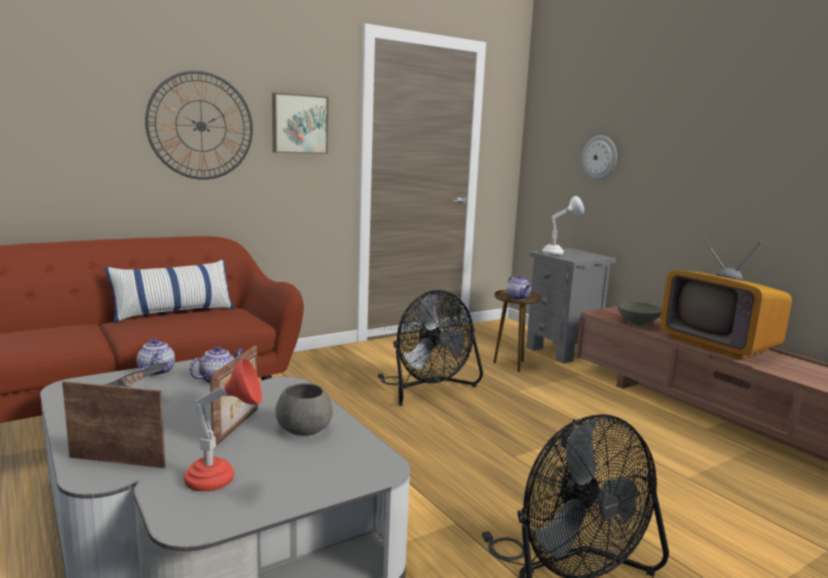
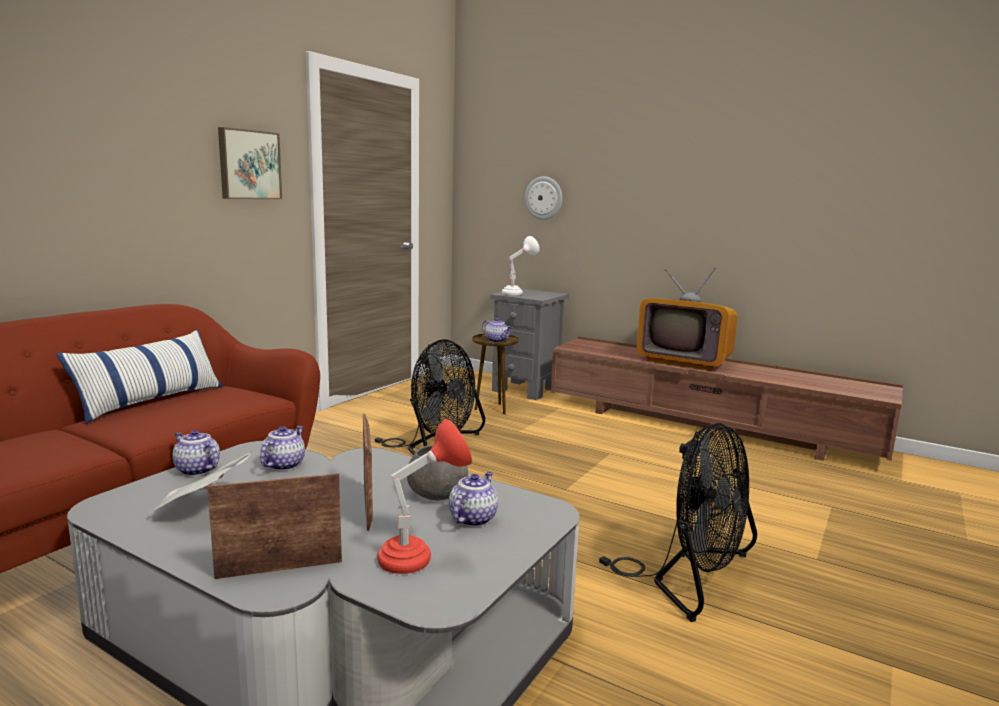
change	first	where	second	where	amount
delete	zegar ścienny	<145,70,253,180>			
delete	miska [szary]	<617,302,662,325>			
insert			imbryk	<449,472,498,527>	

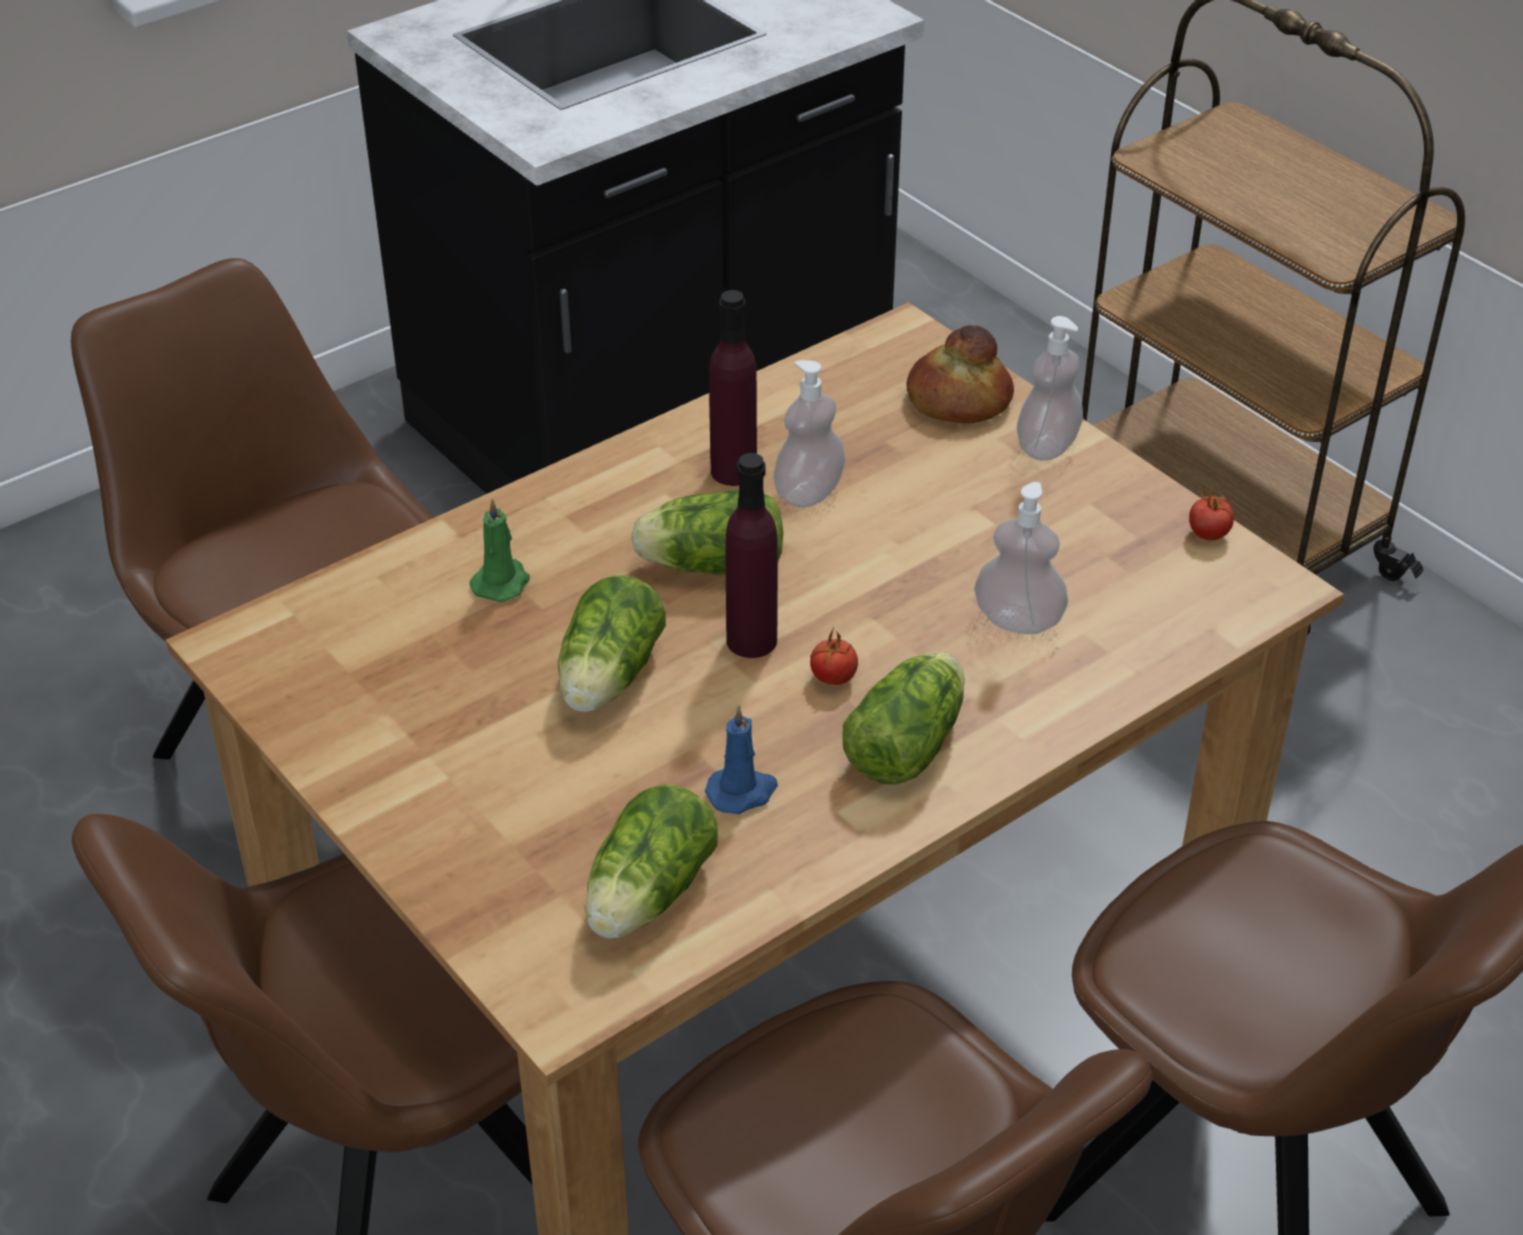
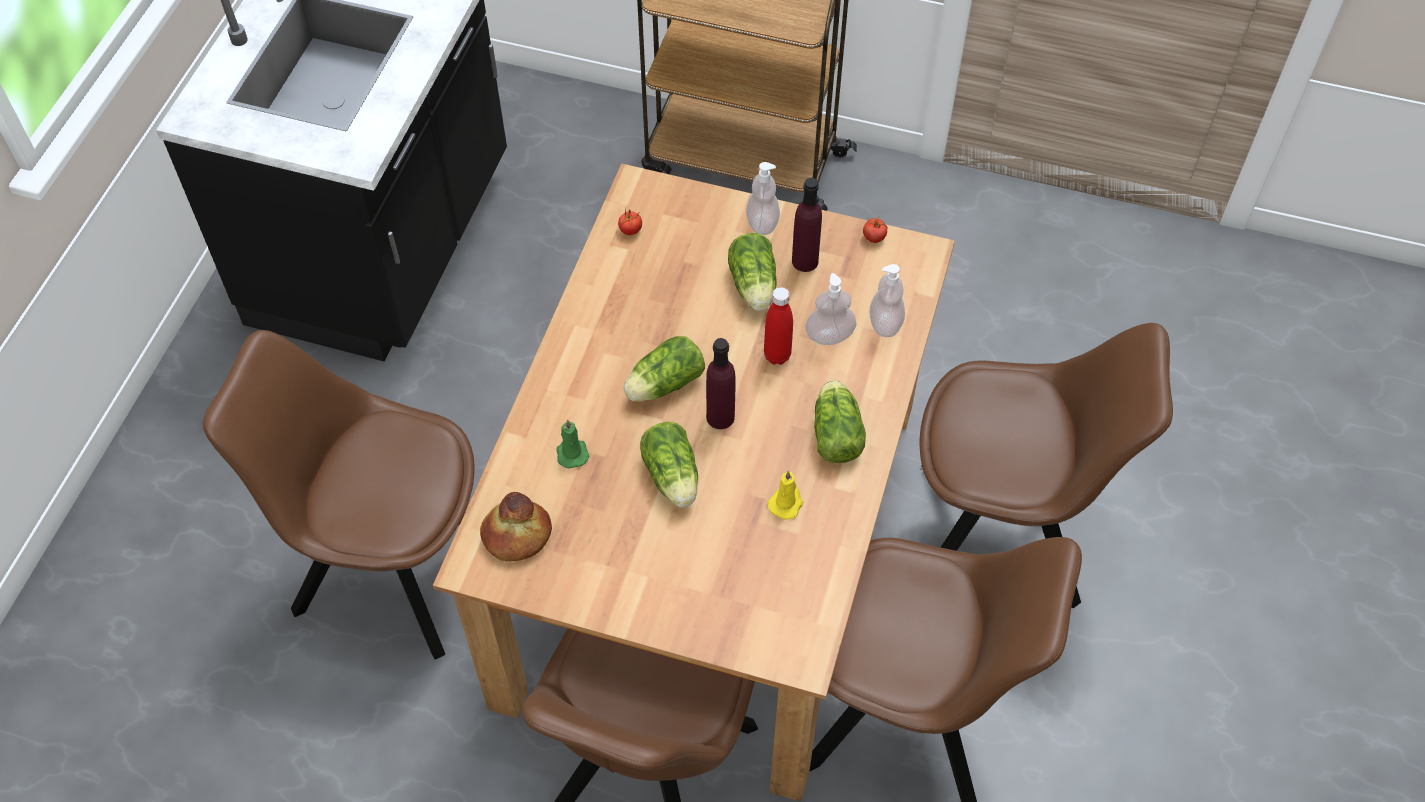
change	first	where	second	where	amount
insert			butelka [czerwony]	<764,287,793,365>	
move	sałata	<585,784,718,939>		<728,233,777,311>	
move	butelka [fioletowy]	<709,290,757,486>		<792,178,822,272>	
move	dozownik mydła	<773,360,845,508>		<870,264,905,337>	
move	pomidor	<810,627,858,685>		<618,209,642,235>	
move	chleb	<906,325,1014,424>		<480,492,552,562>	
recolor	świeca [niebieski]	<705,705,778,814>	świeca [żółty]	<768,471,803,520>	

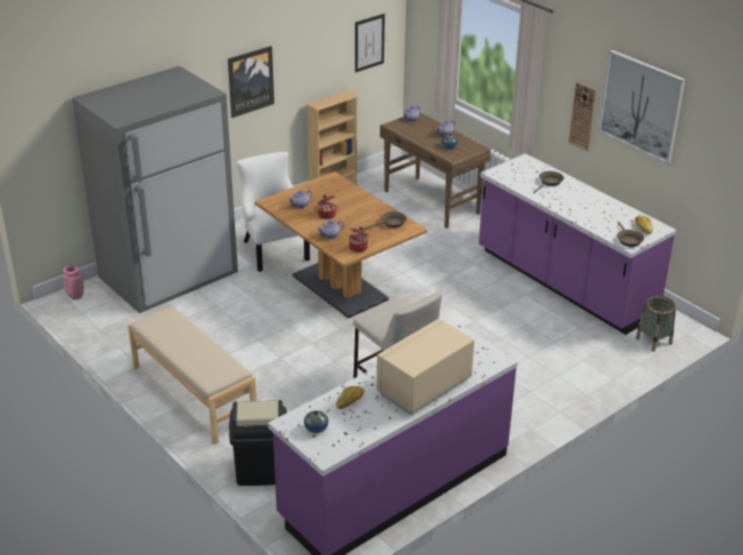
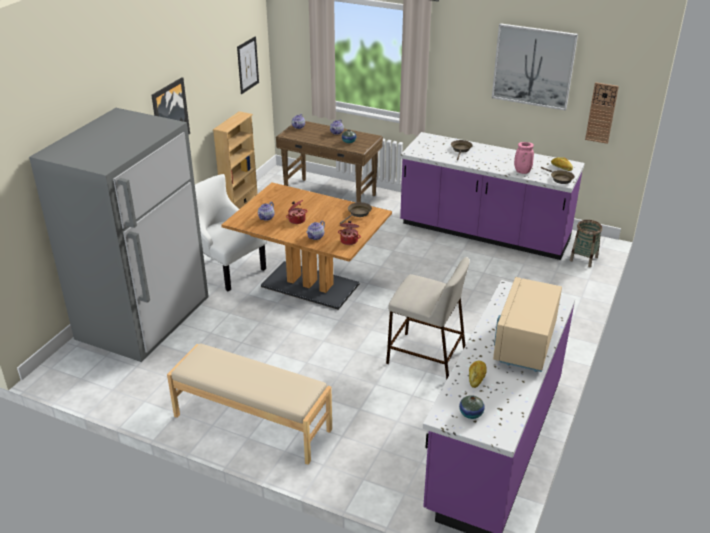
change	first	where	second	where	amount
delete	kosz na śmieci [czarny]	<229,400,287,486>			
move	wazon [różowy]	<63,265,84,300>		<514,142,534,174>	
move	zegar ścienny	<569,81,597,151>		<585,82,619,144>	

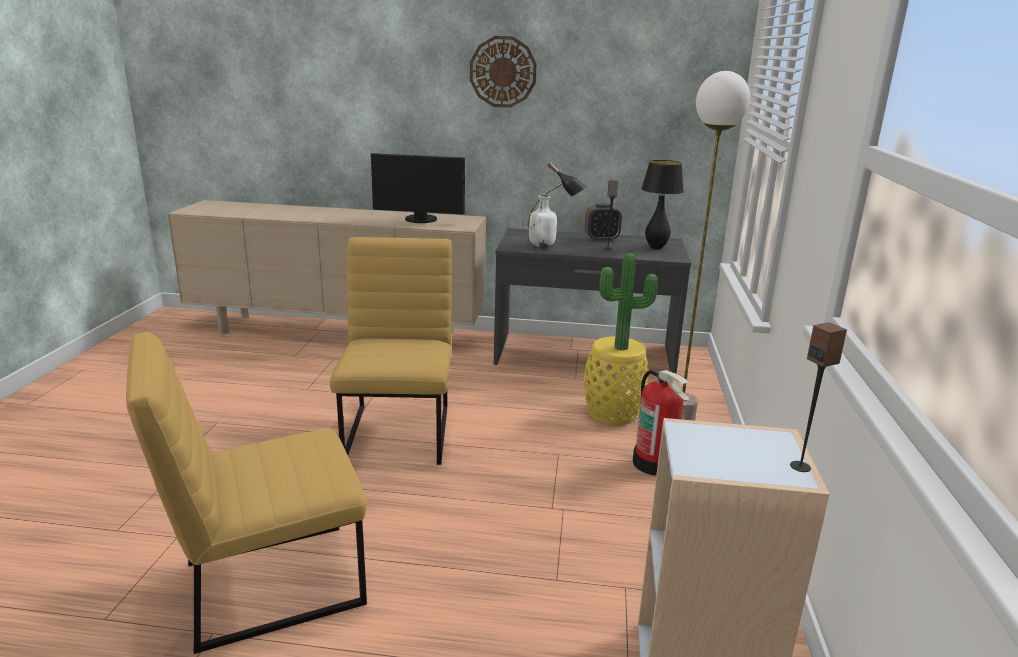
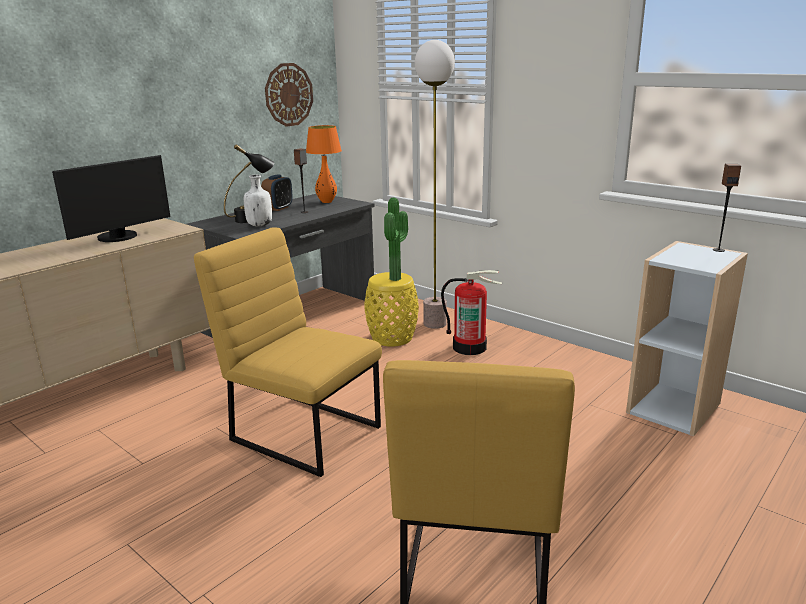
change	first	where	second	where	amount
move	zegar ścienny	<470,36,537,108>		<265,63,313,127>	
recolor	lampa stołowa [czarny]	<642,160,684,249>	lampa stołowa [pomarańczowy]	<306,125,342,203>	

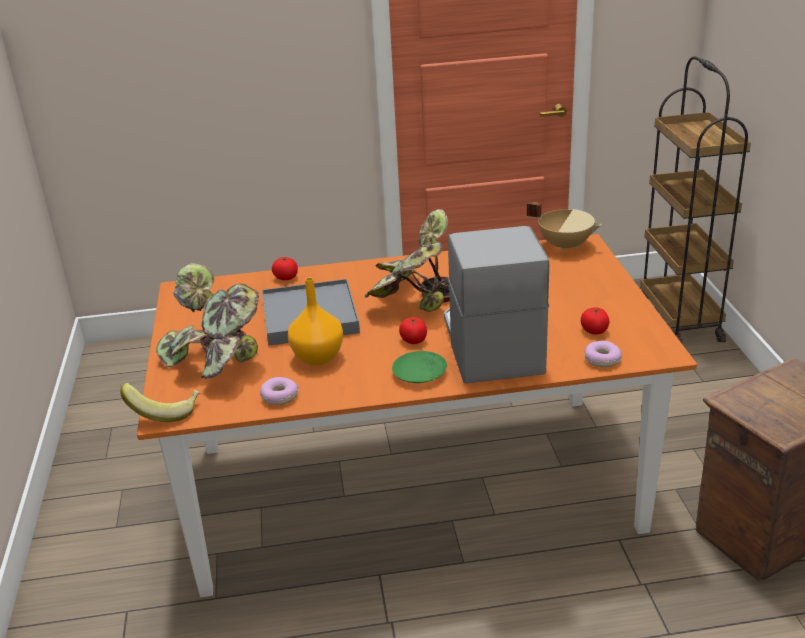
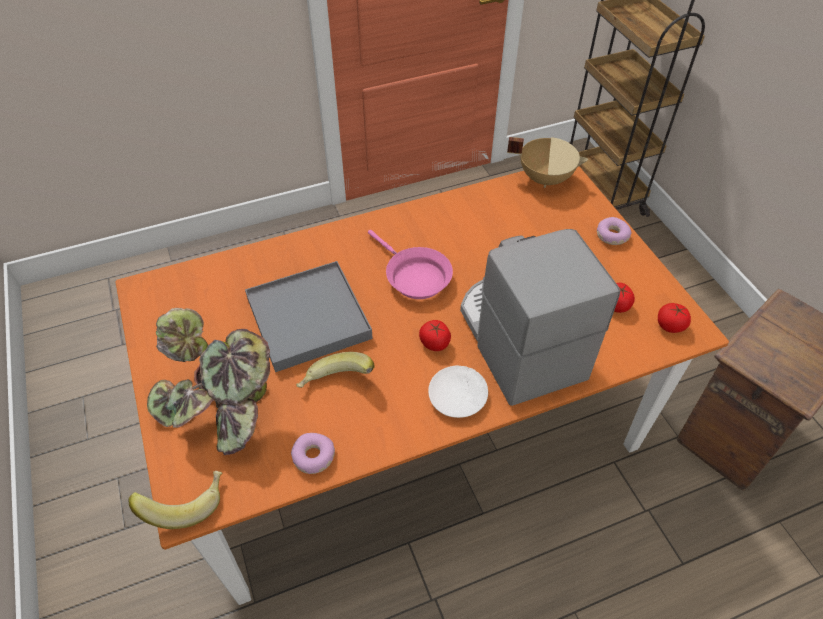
change	first	where	second	where	amount
move	pomidor	<272,257,298,280>		<658,303,691,333>	
move	donut	<585,341,622,367>		<597,217,632,245>	
replace	wazon [pomarańczowy]	<288,277,343,366>	banan	<296,352,375,388>	
replace	roślina doniczkowa	<365,209,450,312>	patelnia [różowy]	<368,230,453,299>	
recolor	talerz [zielony]	<392,351,447,383>	talerz [biały]	<428,365,488,418>	

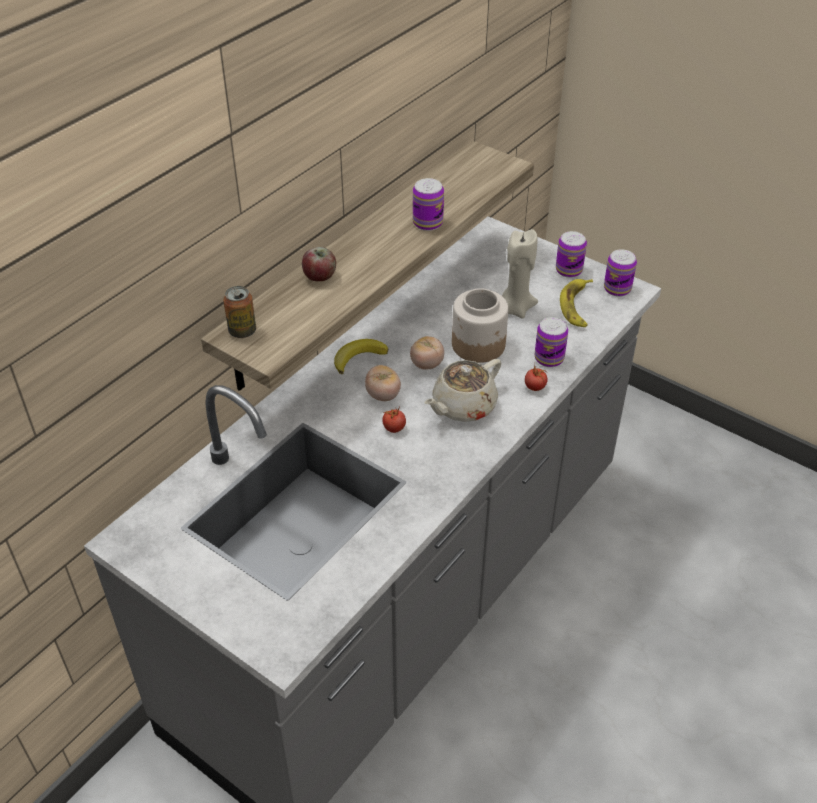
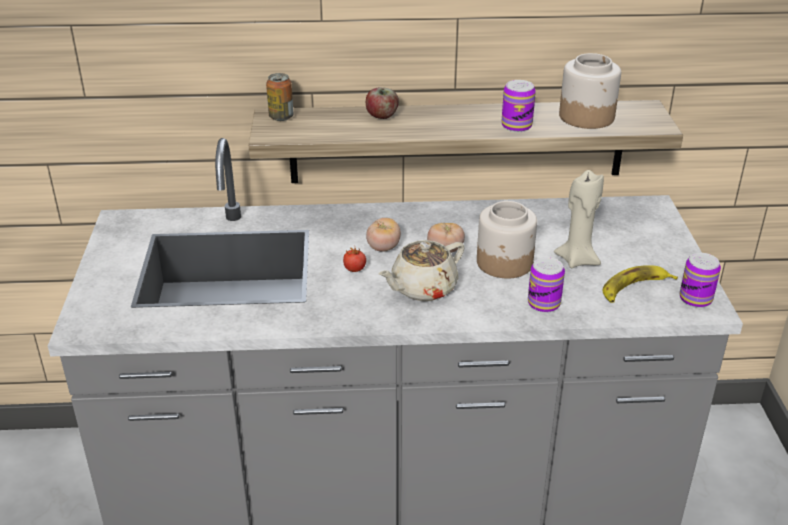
change	first	where	second	where	amount
delete	banan	<334,339,388,374>			
delete	pomidor	<525,364,548,391>			
delete	puszka	<556,231,587,278>			
insert			słoik	<559,53,621,129>	
rotate	imbryk [beżowy]	<424,359,502,422>		<379,240,465,301>	45 degrees counterclockwise

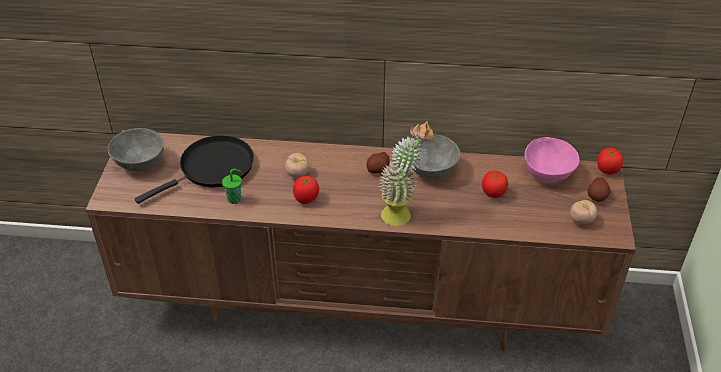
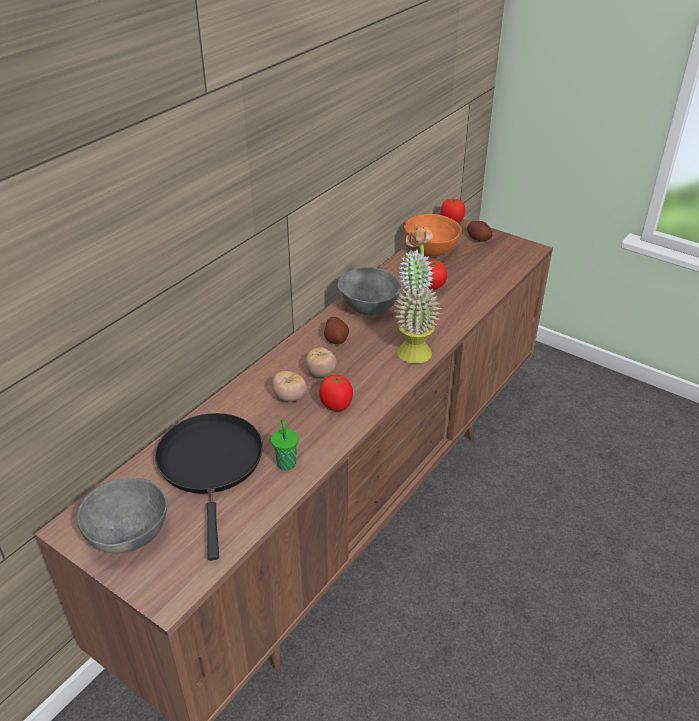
change	first	where	second	where	amount
move	pomidor	<570,200,597,225>		<306,347,337,377>	
recolor	miska [różowy]	<524,137,579,183>	miska [pomarańczowy]	<404,214,461,256>	

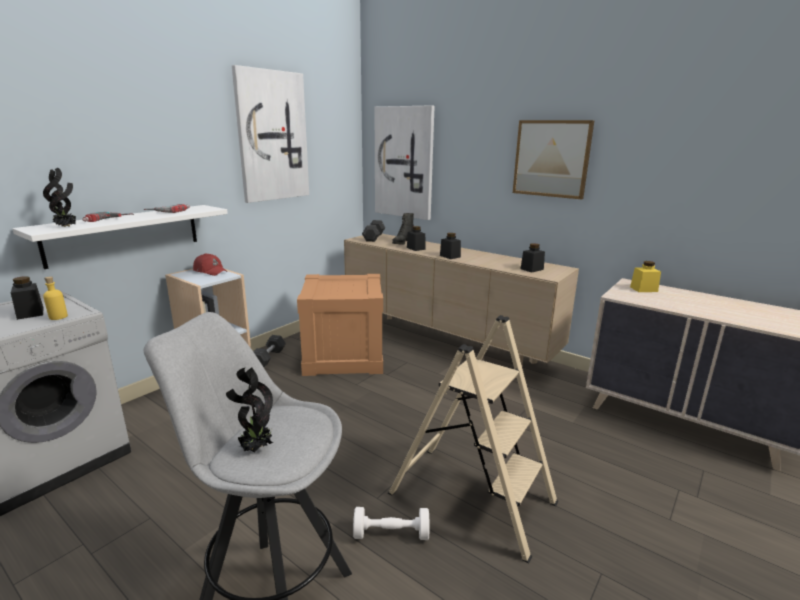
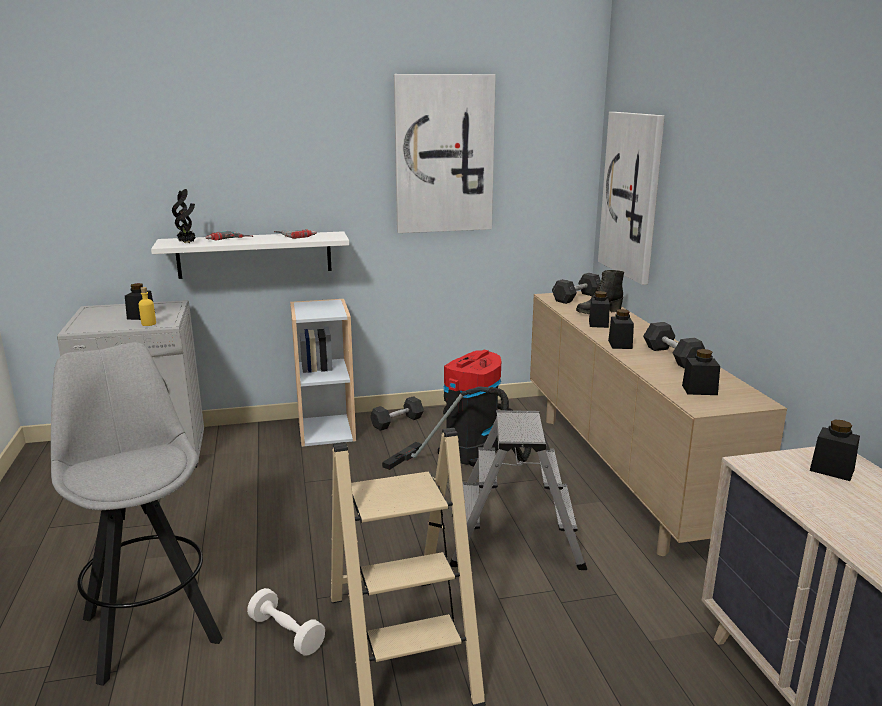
change	first	where	second	where	amount
delete	czapka z daszkiem [czerwony]	<193,253,227,276>			
delete	roślina doniczkowa	<226,367,273,452>			
delete	obraz	<513,120,595,200>			
insert			drabinka [szary]	<449,410,587,570>	
insert			hantel [szary]	<643,322,705,369>	
replace	skrzynka	<297,274,383,376>	odkurzacz	<382,349,531,470>	
recolor	słoik [żółty]	<630,261,661,292>	słoik [czarny]	<810,420,860,481>	

